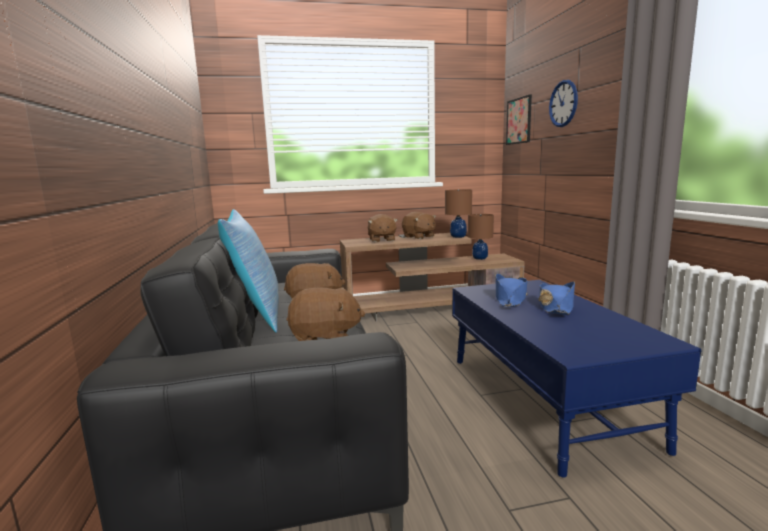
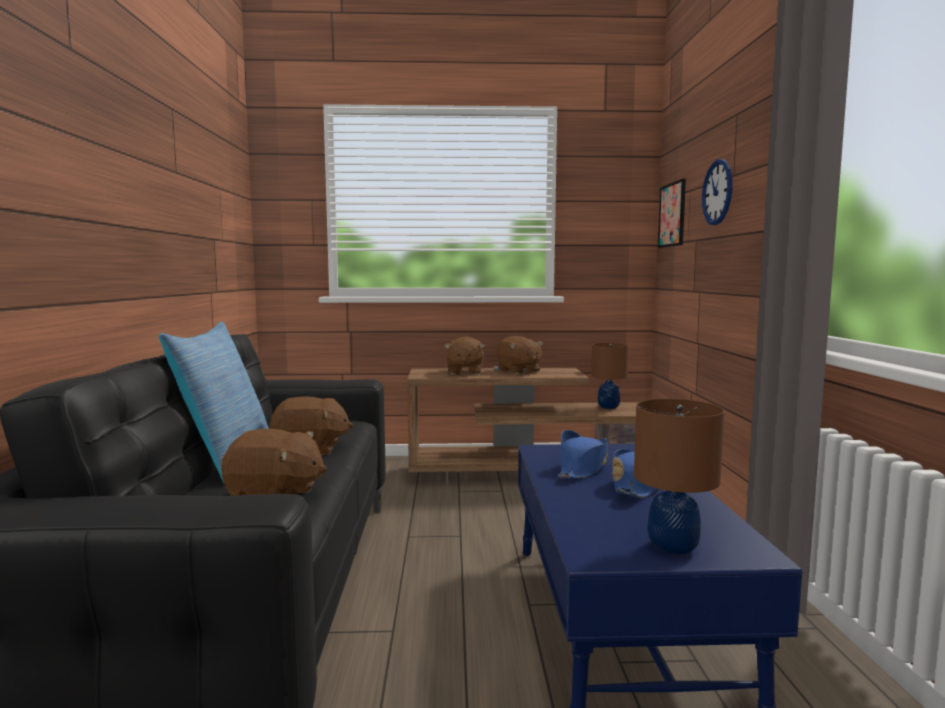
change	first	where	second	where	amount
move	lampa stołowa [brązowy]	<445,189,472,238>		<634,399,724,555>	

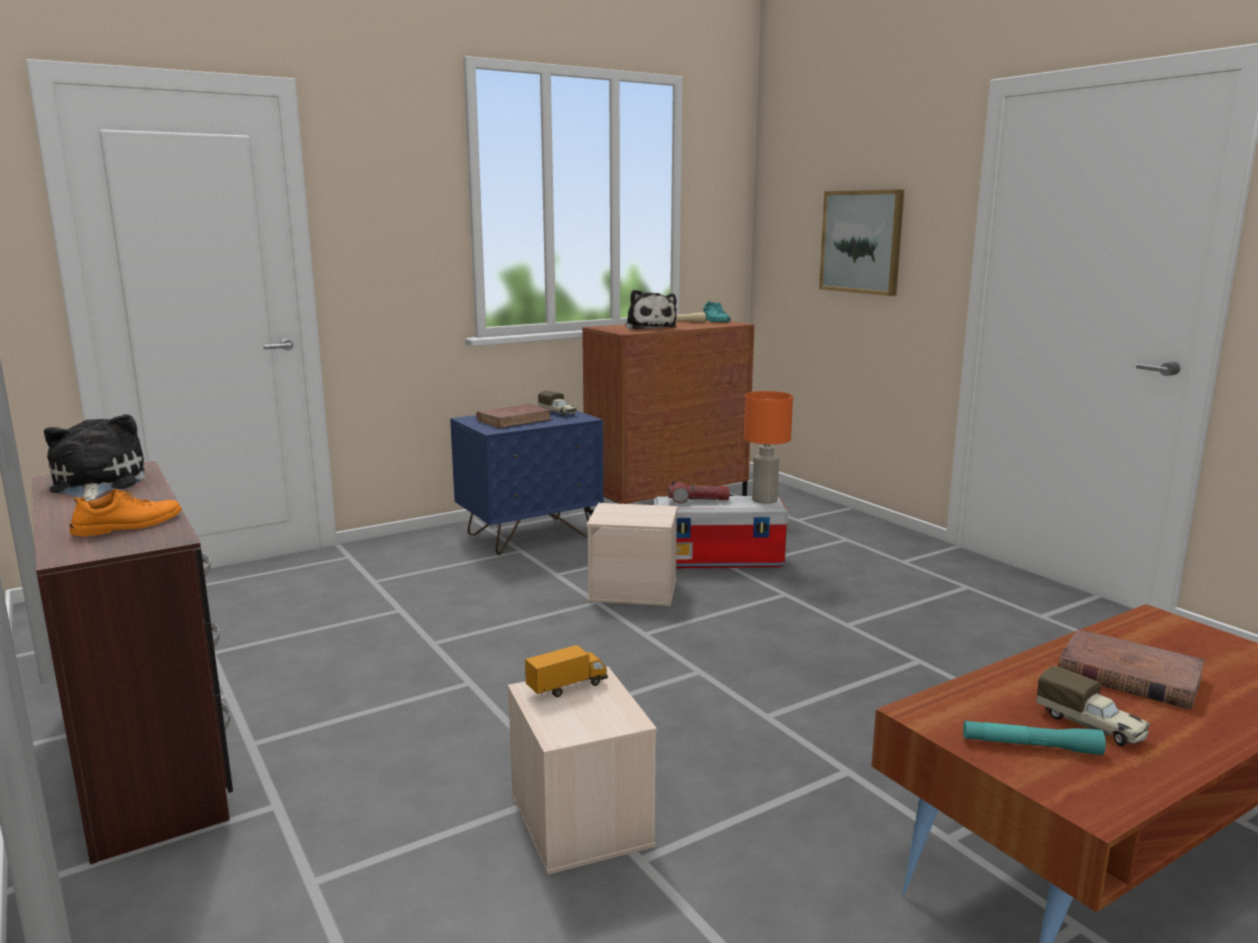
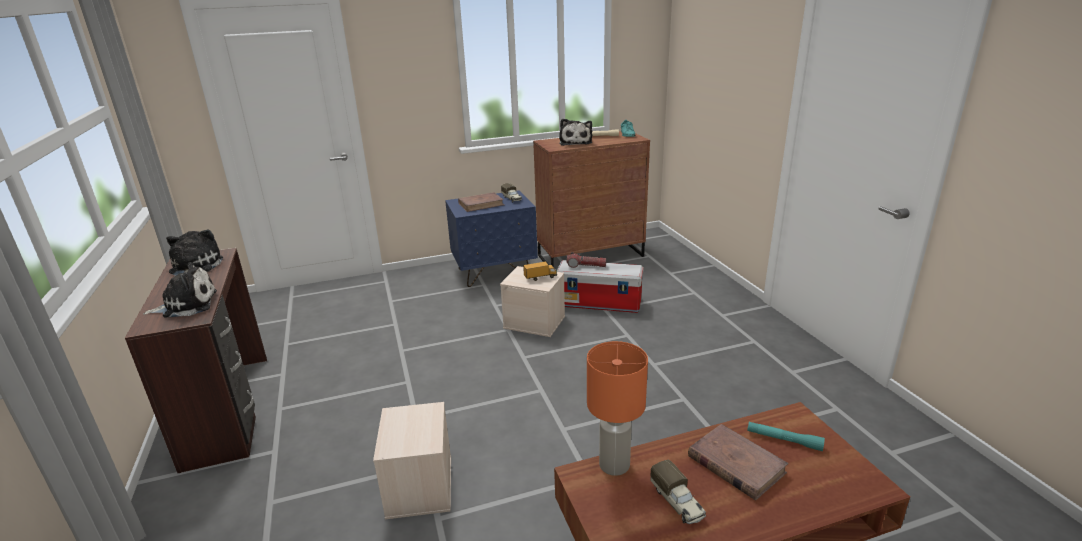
change	first	where	second	where	amount
delete	obraz	<819,189,904,296>			
move	ciężarówka zabawkowa	<525,645,608,697>		<523,261,557,281>	
move	lampa stołowa [pomarańczowy]	<744,391,793,504>		<587,341,648,476>	
move	latarka [turkusowy]	<963,720,1106,755>		<747,421,825,451>	
replace	but [pomarańczowy]	<70,489,182,536>	pluszak	<143,262,217,318>	

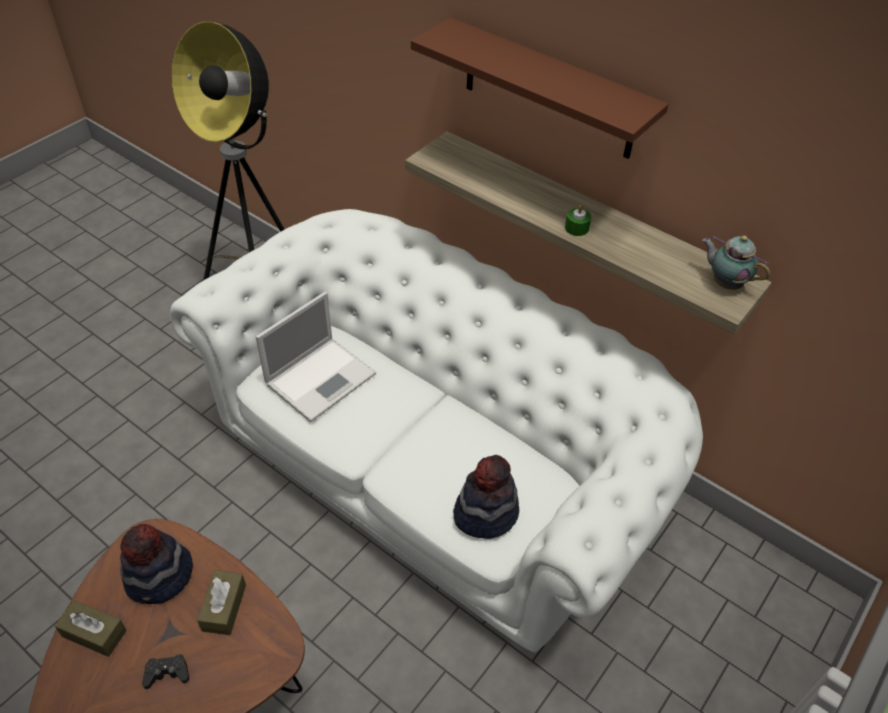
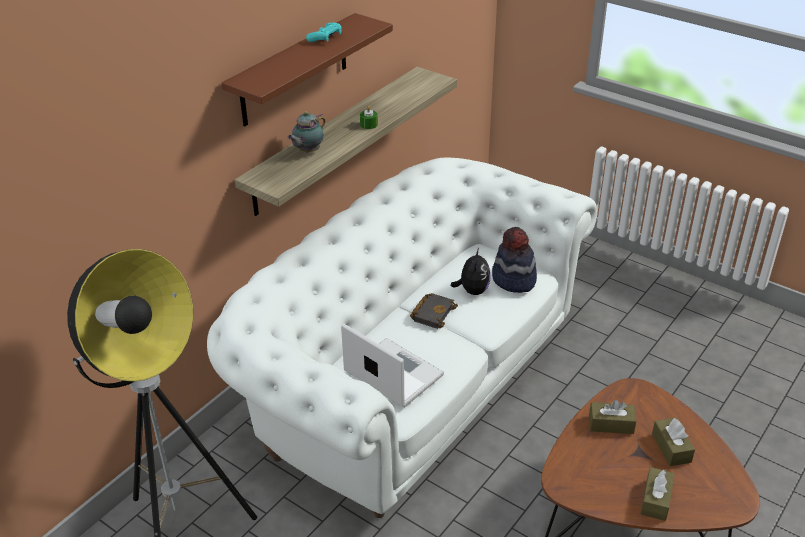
change	first	where	second	where	amount
delete	kapelusz	<120,524,193,604>			
insert			pad do gier [turkusowy]	<306,23,342,42>	
insert			książka [czarny]	<410,293,458,329>	
insert			pluszak	<451,248,491,295>	
move	imbryk	<702,236,770,290>		<287,111,325,153>	
replace	pad do gier [czarny]	<142,654,189,689>	pudełko chusteczek [brązowy]	<652,418,695,466>	

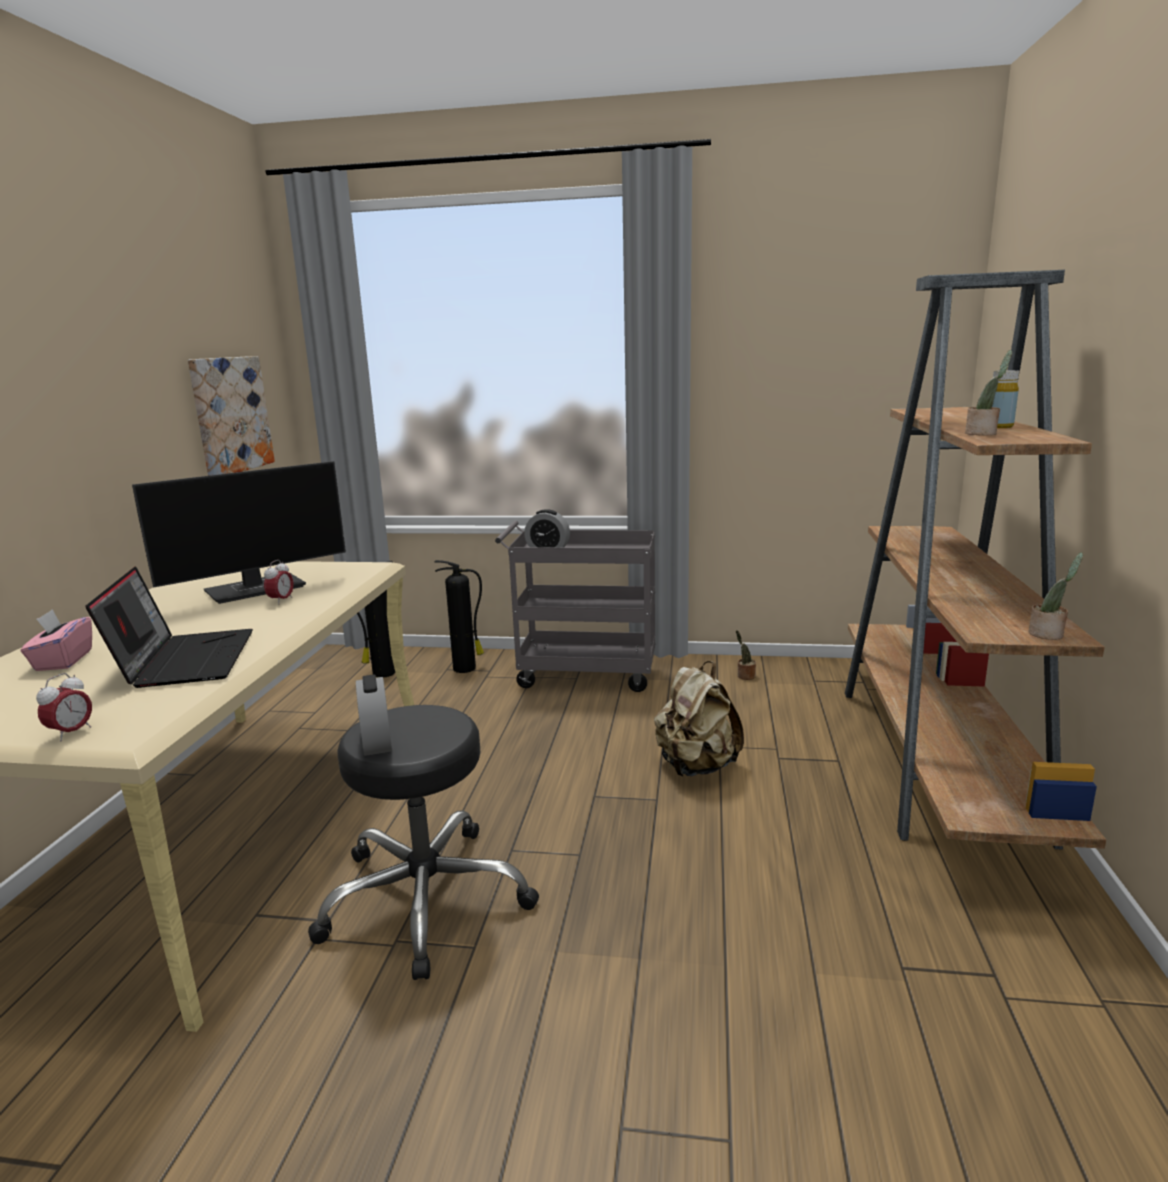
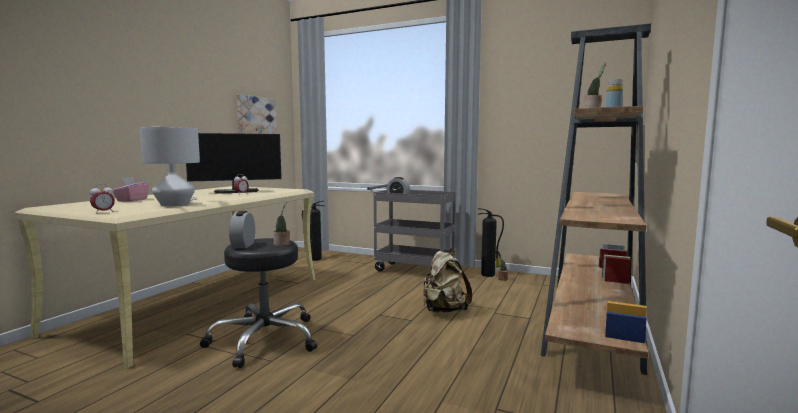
change	first	where	second	where	amount
move	gaśnica	<435,560,484,673>		<478,208,504,277>	
move	roślina doniczkowa	<1029,552,1083,640>		<273,202,290,246>	
replace	laptop	<85,566,253,688>	lampa stołowa [biały]	<140,127,200,206>	

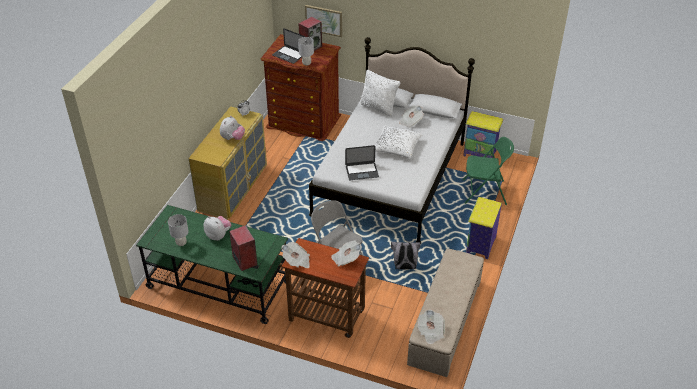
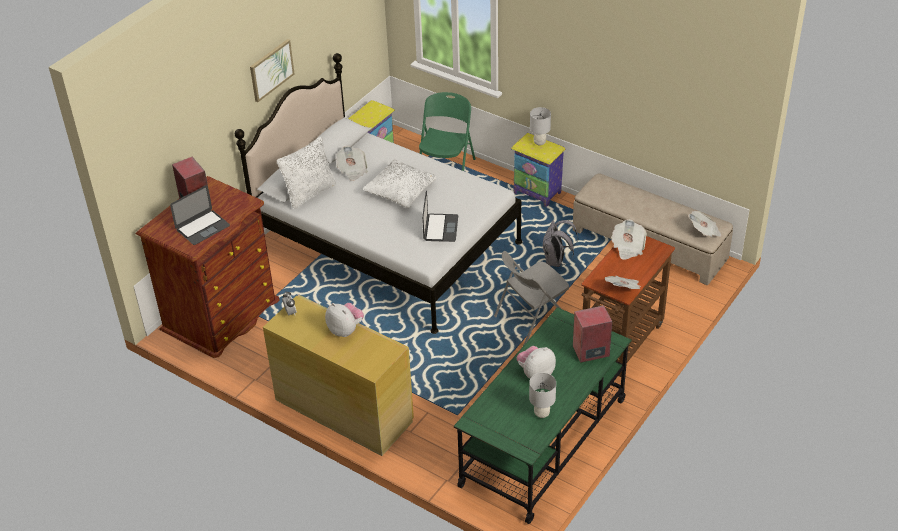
change	first	where	second	where	amount
move	lampa stołowa [szary]	<298,37,314,66>		<530,107,551,146>	
move	obraz	<305,5,342,37>		<250,39,295,102>	

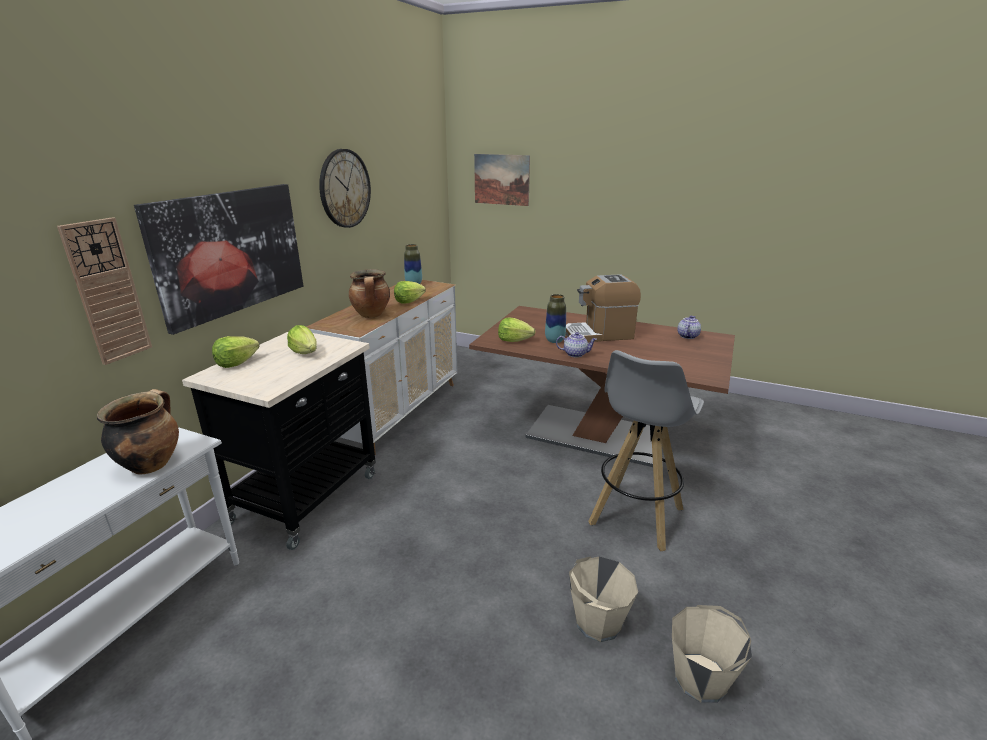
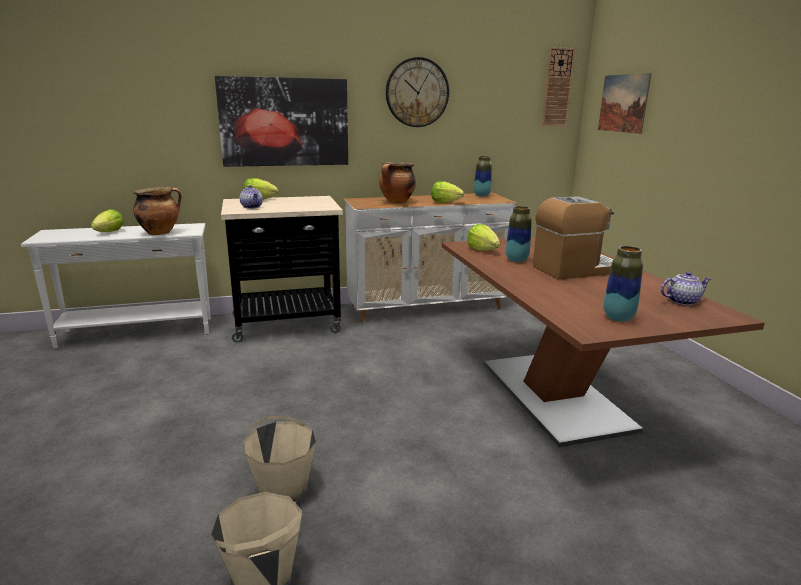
change	first	where	second	where	amount
delete	stołek [szary]	<588,350,704,551>			
insert			wazon	<604,246,643,322>	
move	zegar ścienny	<57,217,152,365>		<542,47,575,126>	
move	sałata	<287,325,317,354>		<91,209,124,232>	
move	imbryk	<556,332,597,358>		<240,185,263,209>	
rotate	ekspres do kawy	<566,274,641,342>		<533,196,614,280>	120 degrees clockwise

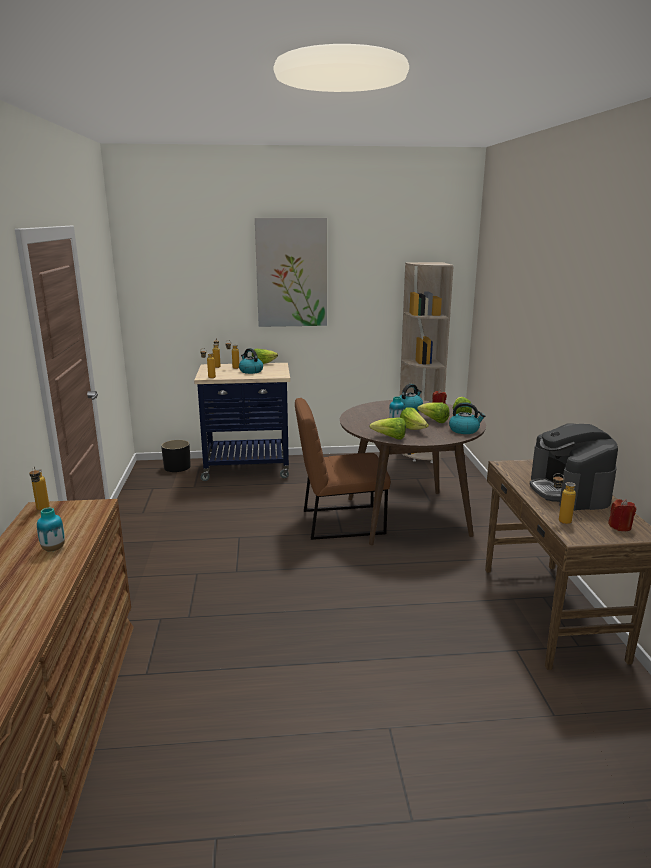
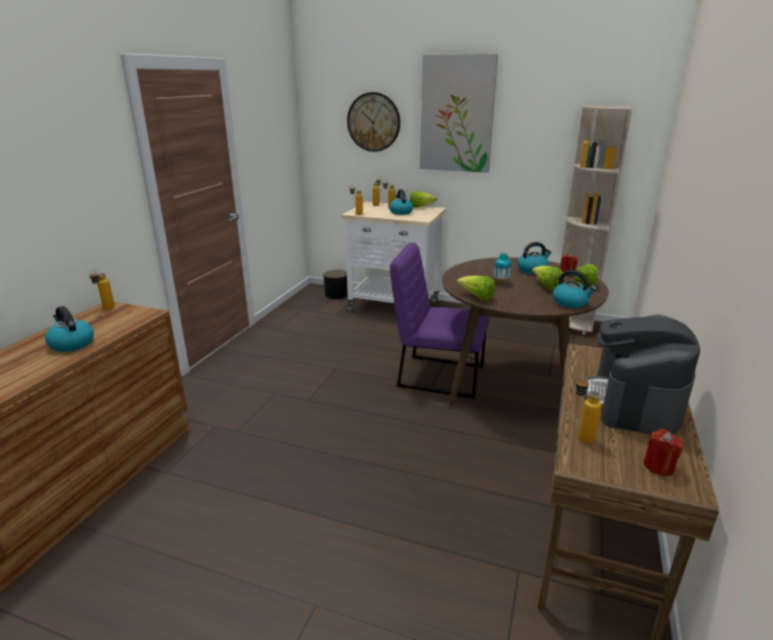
change	first	where	second	where	amount
delete	sałata	<400,407,429,430>			
insert			zegar ścienny	<347,92,400,152>	
replace	wazon	<37,508,65,551>	czajnik	<45,306,94,352>	
recolor	wózek [niebieski]	<194,363,290,481>	wózek [biały]	<342,202,446,311>	
recolor	krzesło [brązowy]	<295,398,391,540>	krzesło [fioletowy]	<390,243,490,399>	

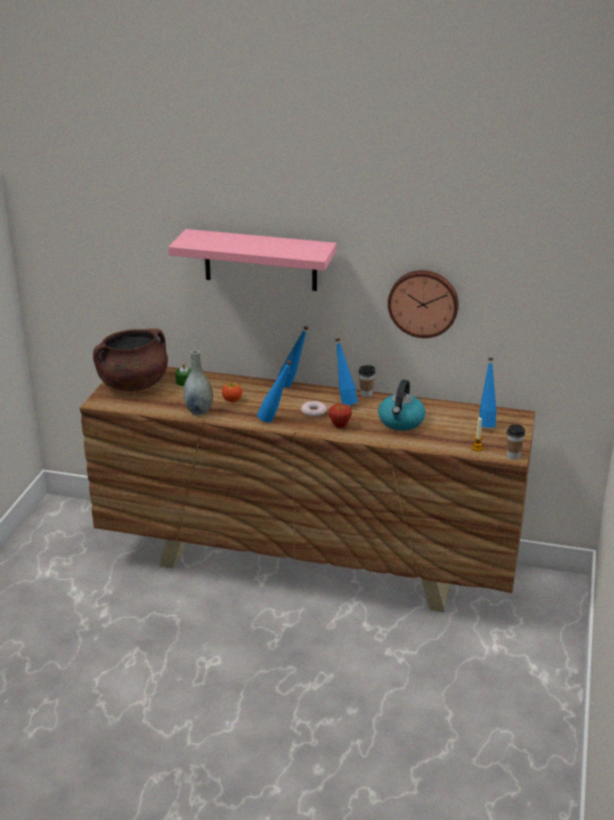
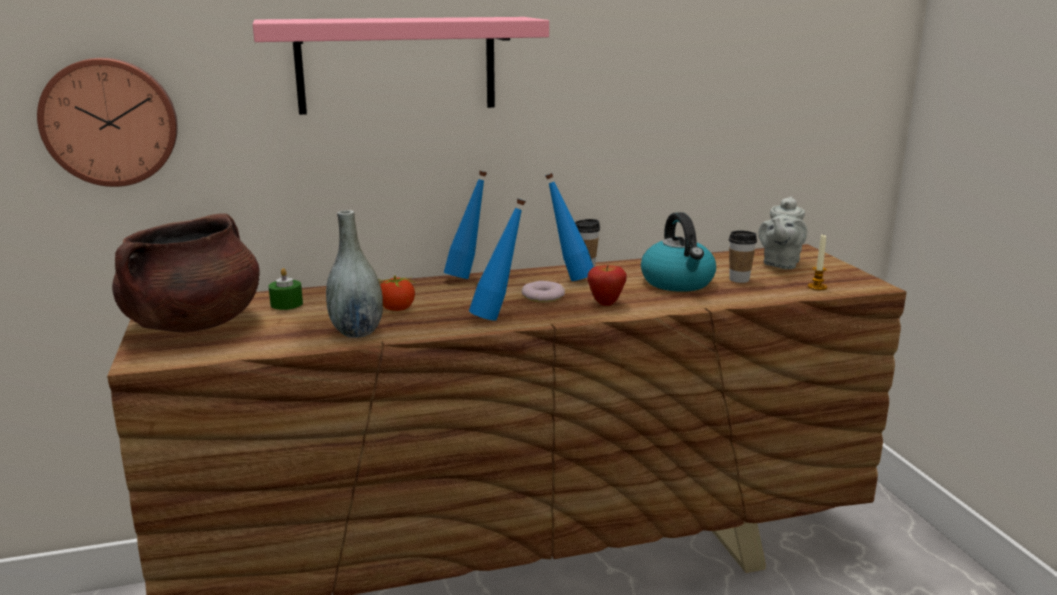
change	first	where	second	where	amount
move	zegar ścienny	<388,270,459,338>		<37,58,178,187>	
move	filiżanka	<507,424,525,460>		<729,231,757,283>	
replace	butelka [niebieski]	<479,358,496,428>	imbryk [szary]	<758,196,808,269>	

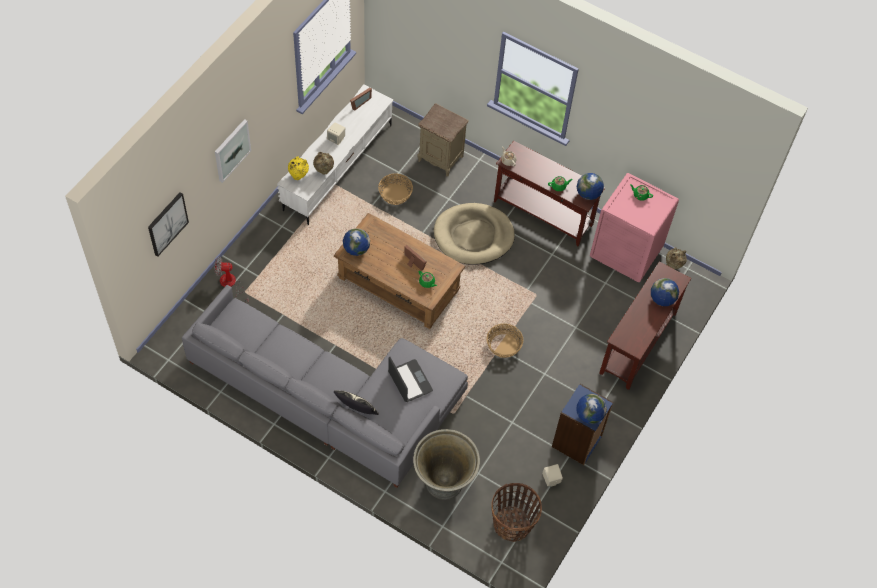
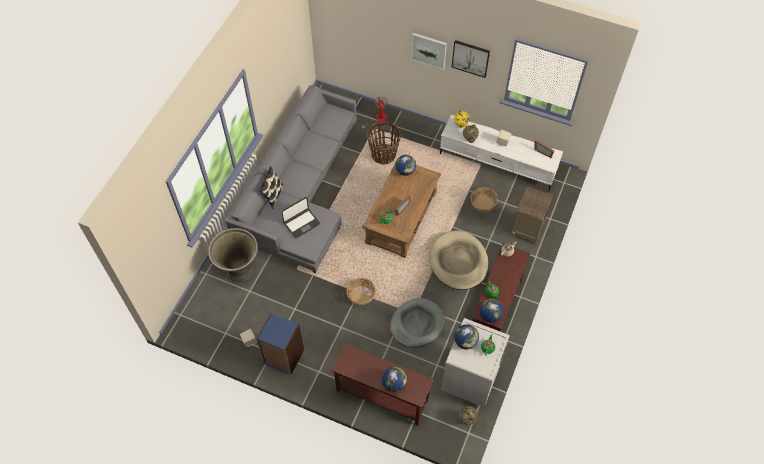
change	first	where	second	where	amount
insert			legowisko [szary]	<390,298,445,347>	
move	obraz	<148,192,189,256>		<452,40,490,78>	
move	koszyk	<492,483,542,542>		<367,122,400,165>	
move	globus	<576,394,607,424>		<454,324,479,349>	
recolor	komoda [różowy]	<590,173,679,282>	komoda [szary]	<441,318,510,407>	

